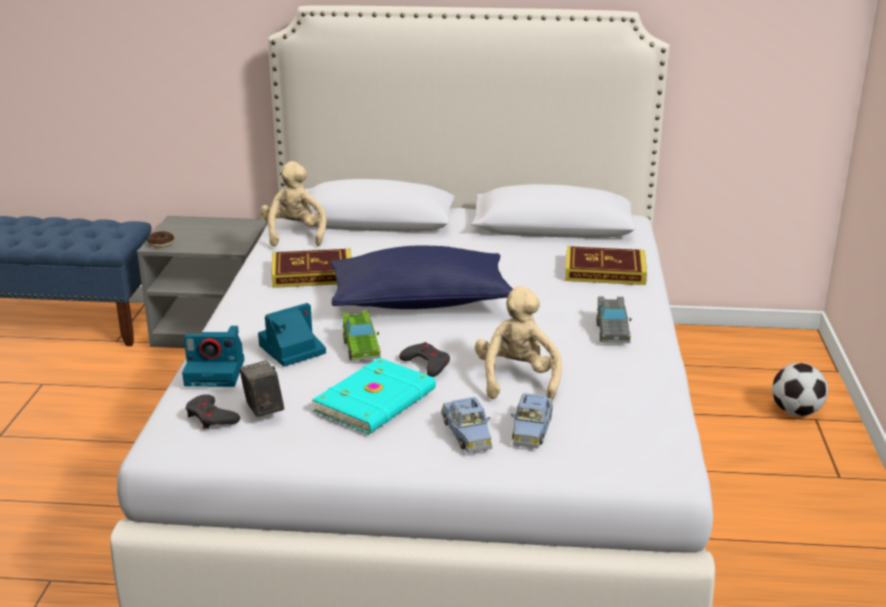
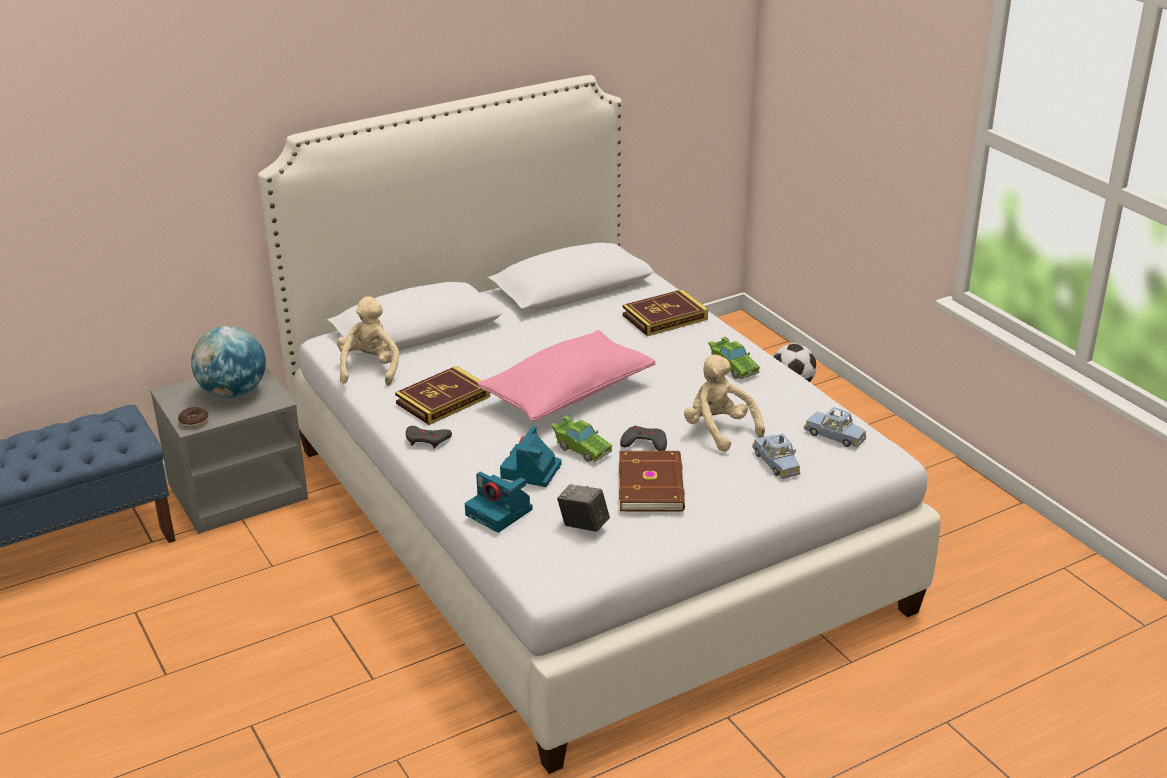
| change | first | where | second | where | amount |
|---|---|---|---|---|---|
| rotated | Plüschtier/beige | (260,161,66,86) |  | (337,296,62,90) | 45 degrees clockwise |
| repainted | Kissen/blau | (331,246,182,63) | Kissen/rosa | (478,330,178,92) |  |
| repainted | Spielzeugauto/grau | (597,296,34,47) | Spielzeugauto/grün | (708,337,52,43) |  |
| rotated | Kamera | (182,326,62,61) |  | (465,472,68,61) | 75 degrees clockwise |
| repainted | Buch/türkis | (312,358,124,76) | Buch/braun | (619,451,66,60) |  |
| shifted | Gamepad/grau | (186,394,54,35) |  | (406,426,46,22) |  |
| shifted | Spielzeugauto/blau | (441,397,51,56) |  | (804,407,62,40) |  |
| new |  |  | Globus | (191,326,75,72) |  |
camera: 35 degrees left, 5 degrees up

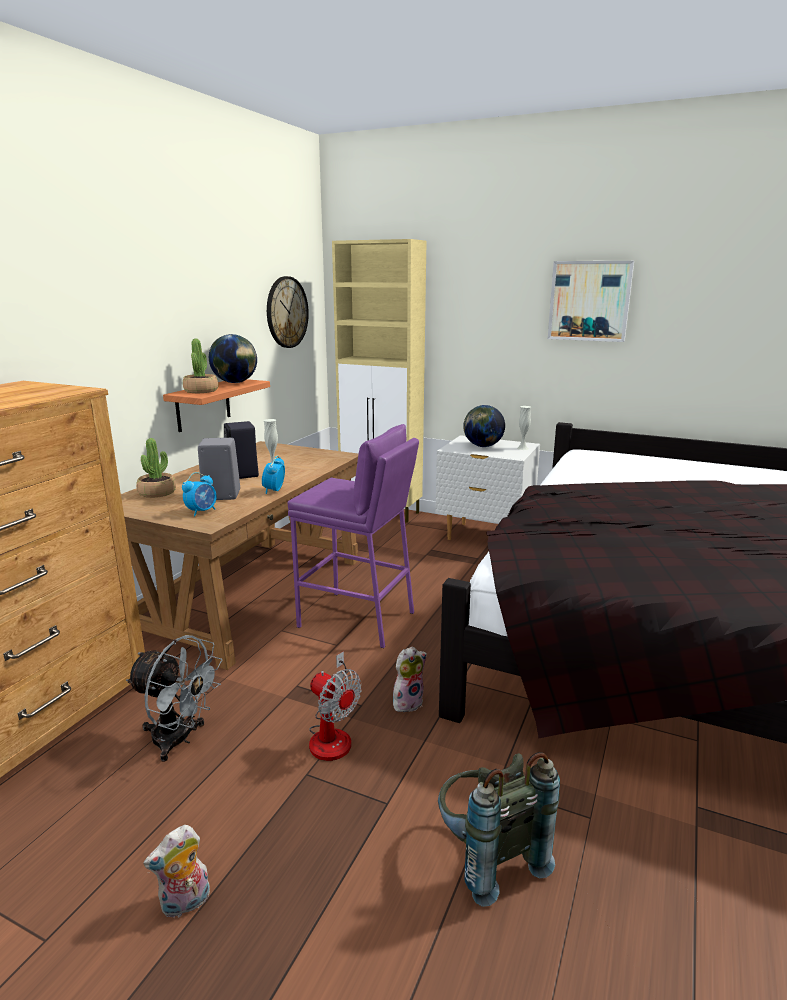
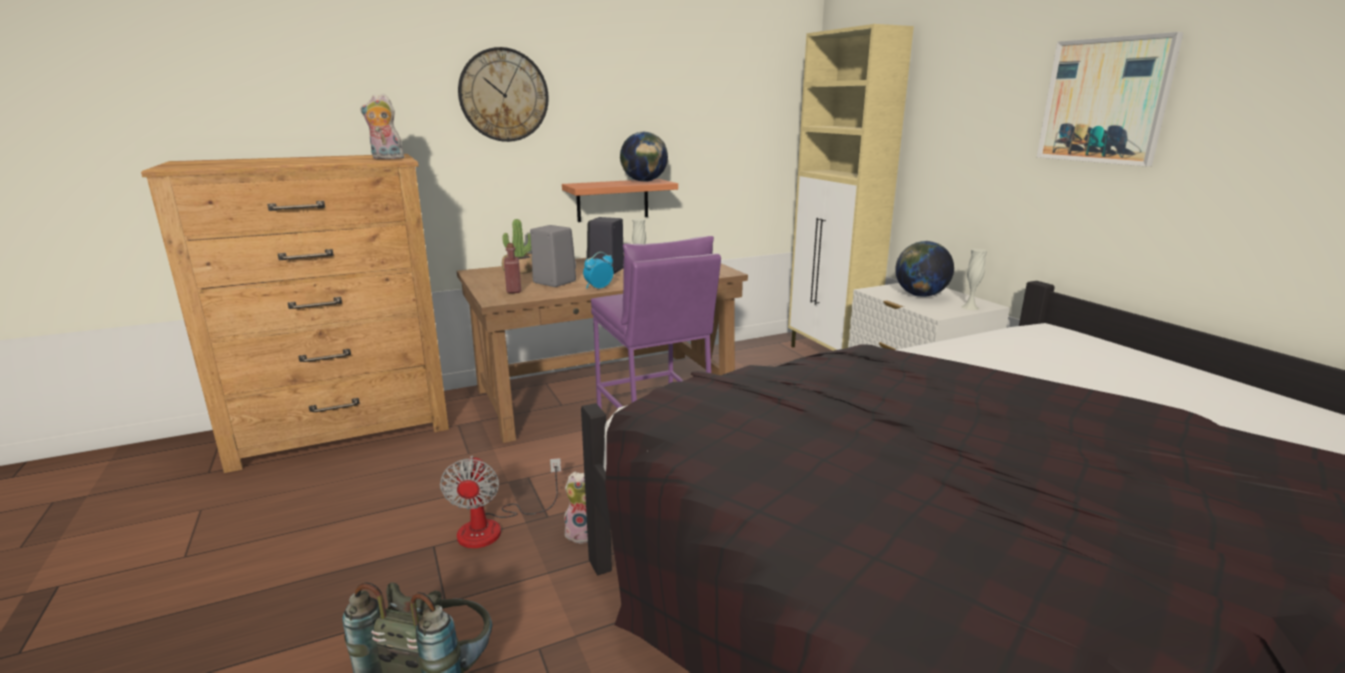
| change | first | where | second | where | amount |
|---|---|---|---|---|---|
| shifted | Wanduhr | (267,276,42,72) |  | (458,47,91,95) |  |
| gone | Topfpflanze | (183,339,35,54) |  |  |  |
| swapped | Wecker | (182,472,35,45) | Flasche/rot | (504,243,17,50) |  |
| gone | Ventilator/grau | (126,635,97,127) |  |  |  |
| shifted | Plüschtier | (143,825,67,93) |  | (360,94,44,65) |  |
camera: 40 degrees right, 0 degrees up

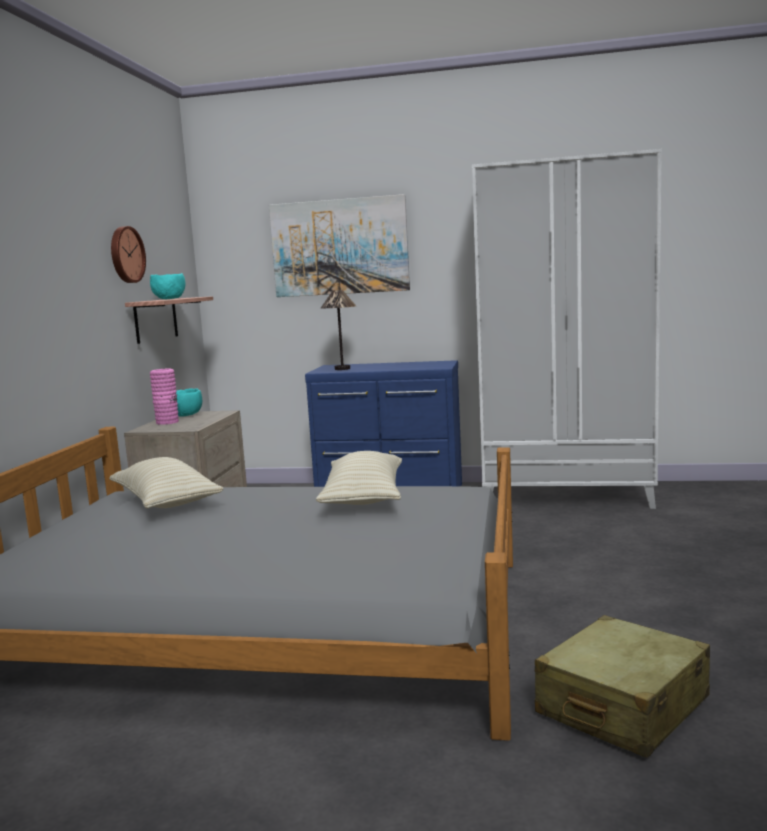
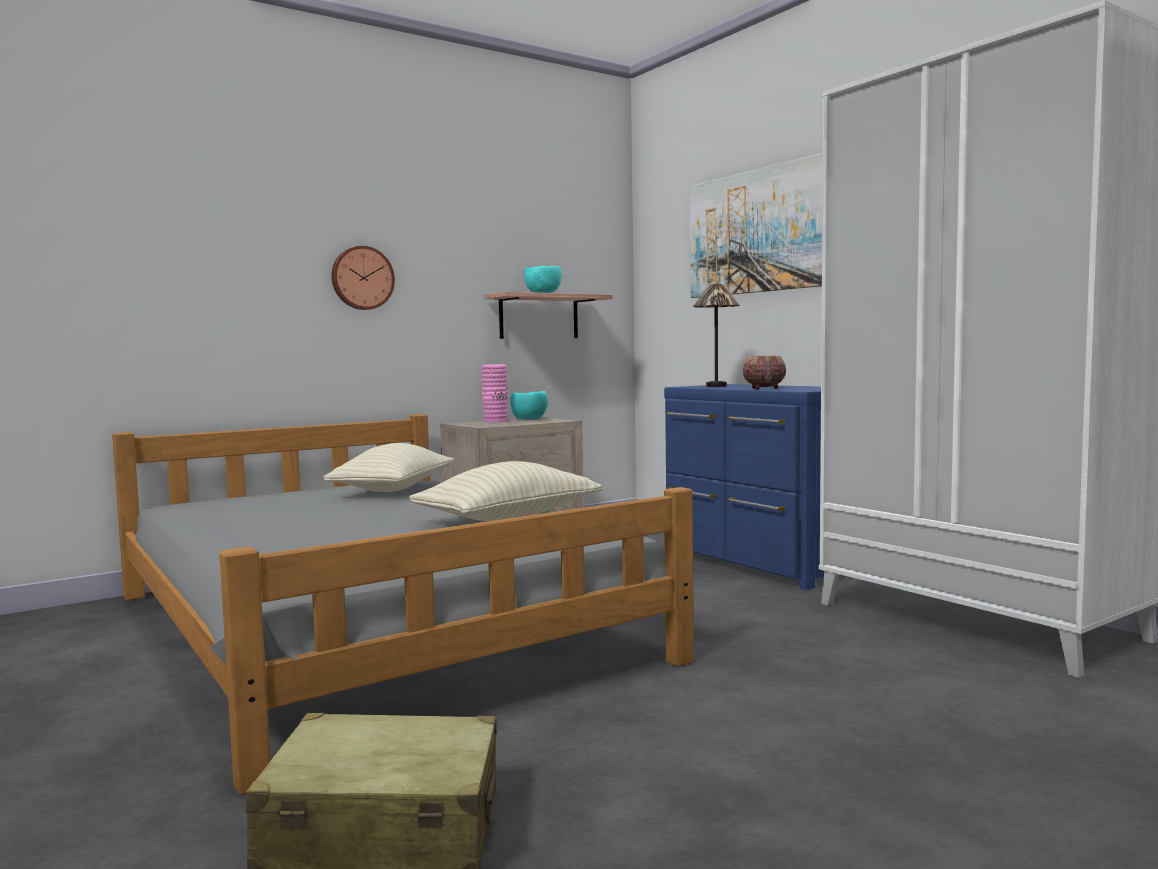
| change | first | where | second | where | amount |
|---|---|---|---|---|---|
| shifted | Wanduhr | (111,226,35,57) |  | (331,246,64,64) |  |
| new |  |  | Schüssel | (743,356,43,33) |  |
camera: 45 degrees right, 5 degrees down

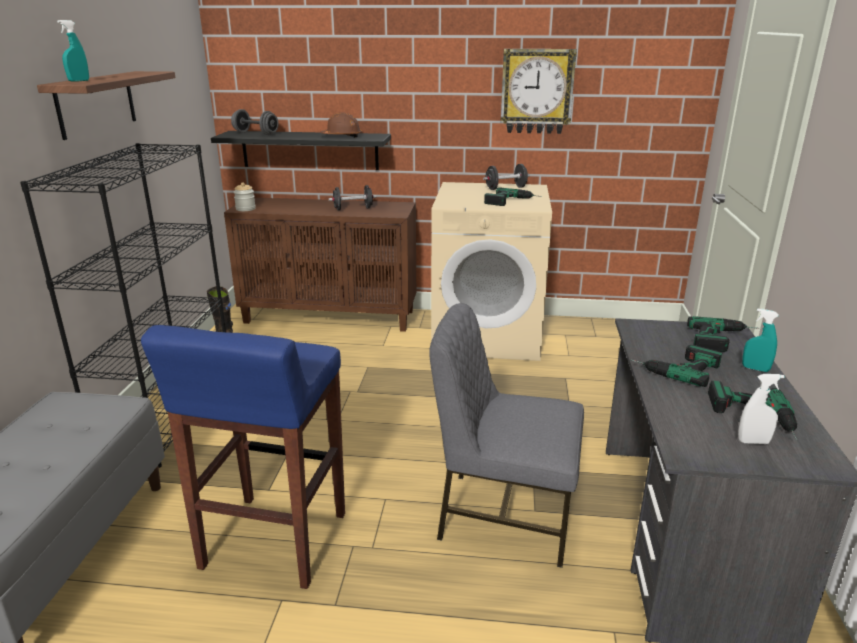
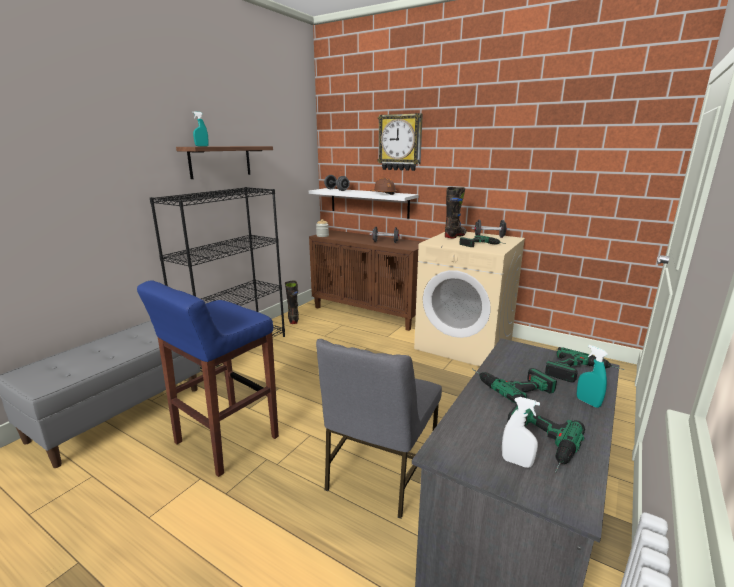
| change | first | where | second | where | amount |
|---|---|---|---|---|---|
| shifted | Wanduhr | (501,49,76,85) |  | (377,113,46,58) |  |
| repainted | Wandregal/schwarz | (211,131,180,39) | Wandregal/weiß | (309,188,110,31) |  |
| rotated | Stuhl/grau | (429,303,155,265) |  | (316,339,126,180) | 105 degrees counterclockwise |
| new |  |  | Stiefel/schwarz | (445,187,21,52) |  |
camera: 25 degrees right, 5 degrees down

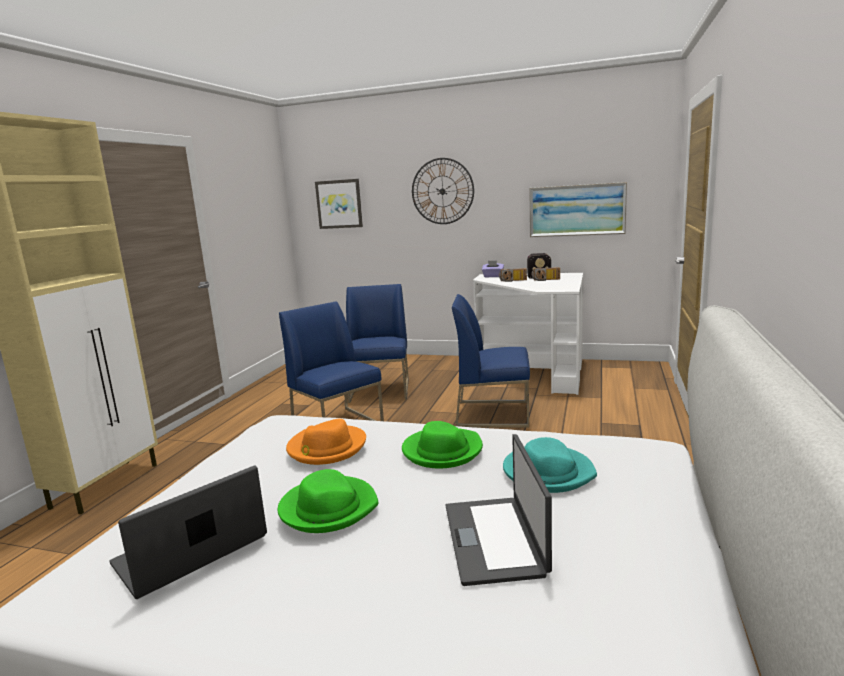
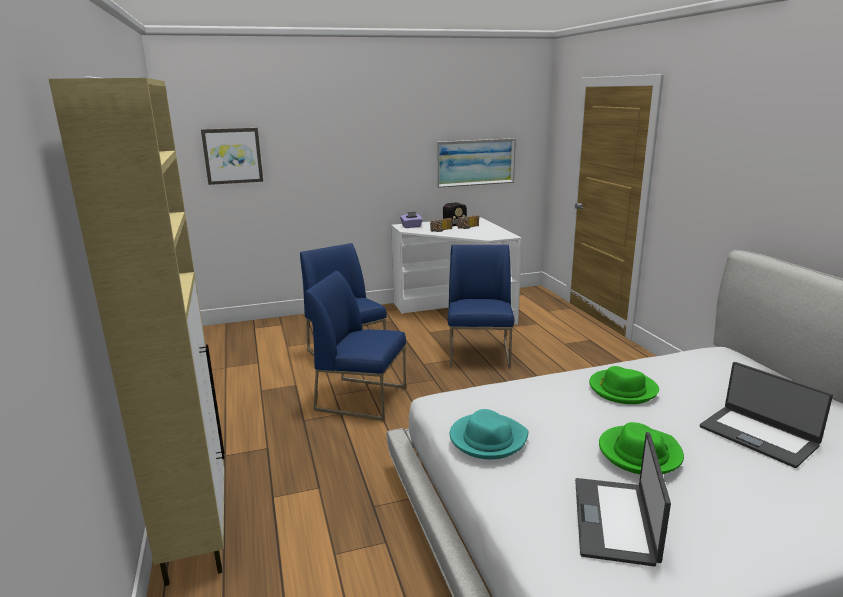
| change | first | where | second | where | amount |
|---|---|---|---|---|---|
| gone | Wanduhr | (412,158,62,66) |  |  |  |
| rotated | Stuhl/blau | (452,294,78,134) |  | (448,245,66,123) | 120 degrees clockwise |
| gone | Hut/orange | (286,419,80,46) |  |  |  |
| shifted | Hut/türkis | (503,437,94,56) |  | (450,409,79,50) |  |
camera: 35 degrees left, 5 degrees up

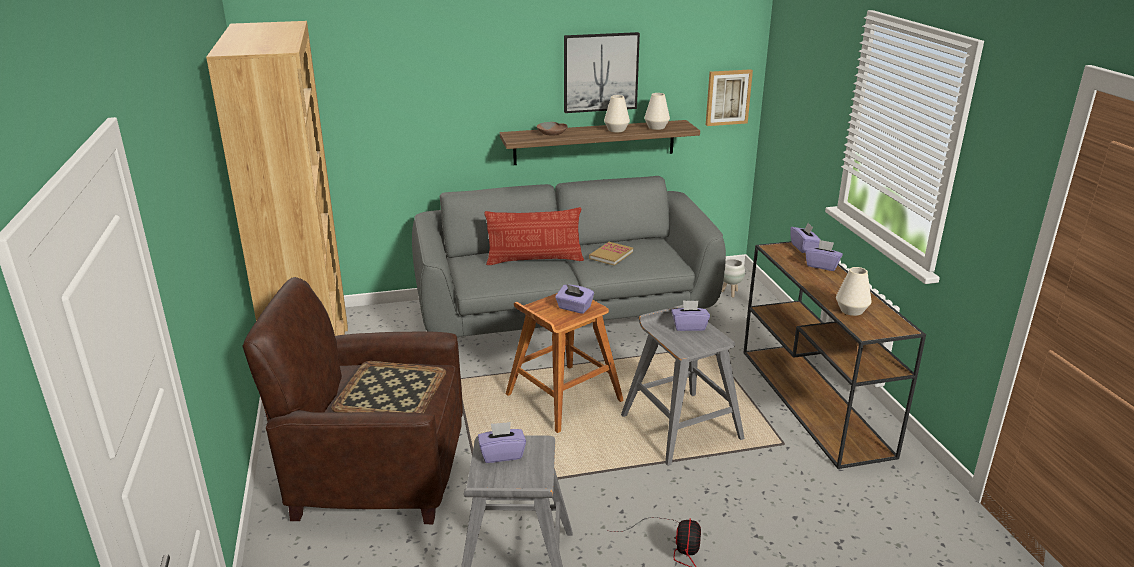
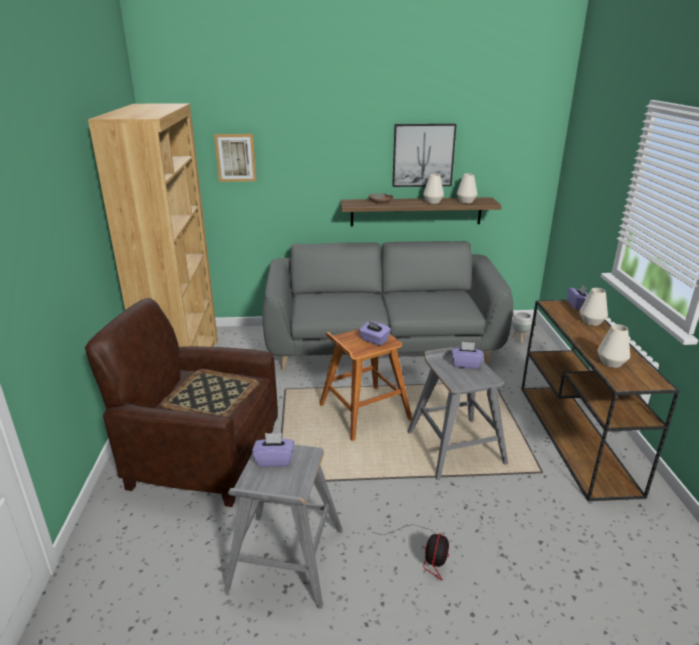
| change | first | where | second | where | amount |
|---|---|---|---|---|---|
| shifted | Bild | (706,69,47,57) |  | (214,134,43,48) |  |
| gone | Kissen | (484,207,100,58) |  |  |  |
| swapped | Taschentuchbox/lila | (805,240,38,31) | Vase/weiß | (580,288,28,38) |  |
| gone | Buch | (589,242,44,24) |  |  |  |
camera: 10 degrees right, 0 degrees up

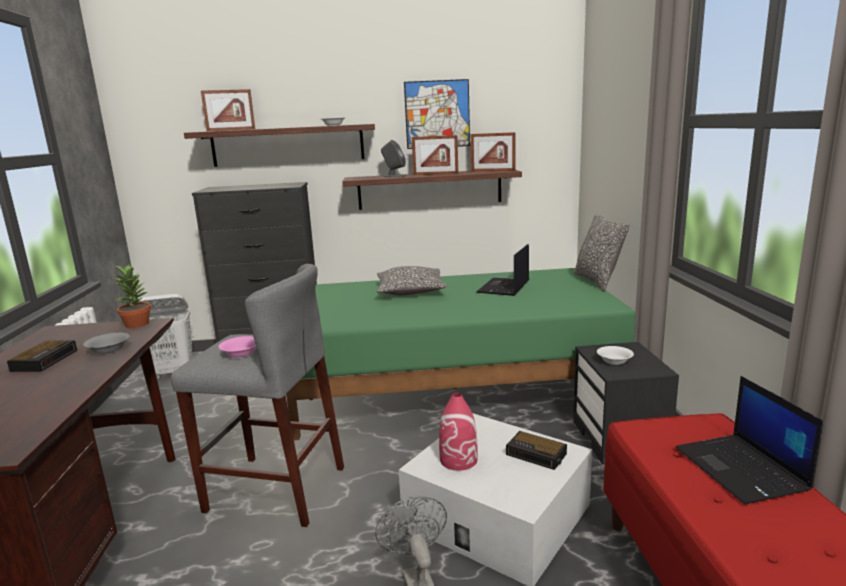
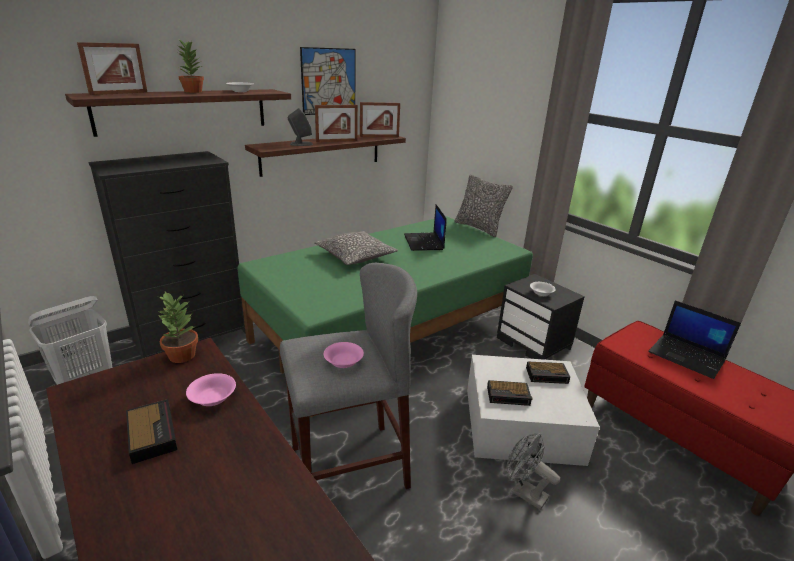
| change | first | where | second | where | amount |
|---|---|---|---|---|---|
| repainted | Schüssel/grau | (83,333,46,21) | Schüssel/rosa | (186,373,50,33) |  |
| swapped | Vase/rot | (439,393,39,78) | Wecker | (487,380,45,26) |  |
| new |  |  | Topfpflanze | (178,40,26,53) |  |
camera: 35 degrees left, 10 degrees up

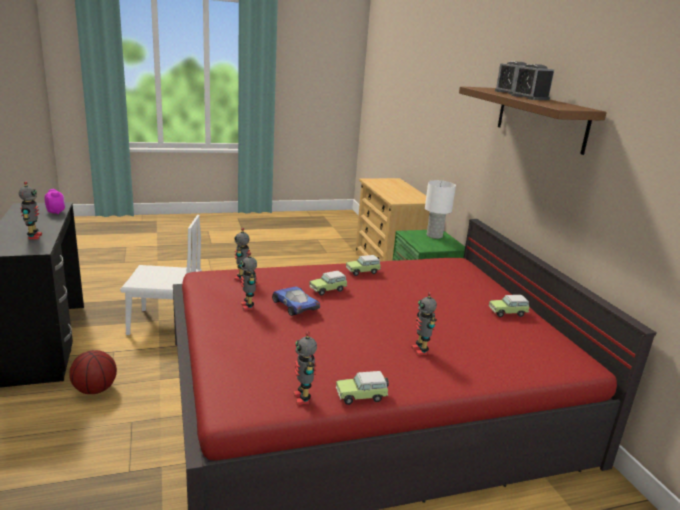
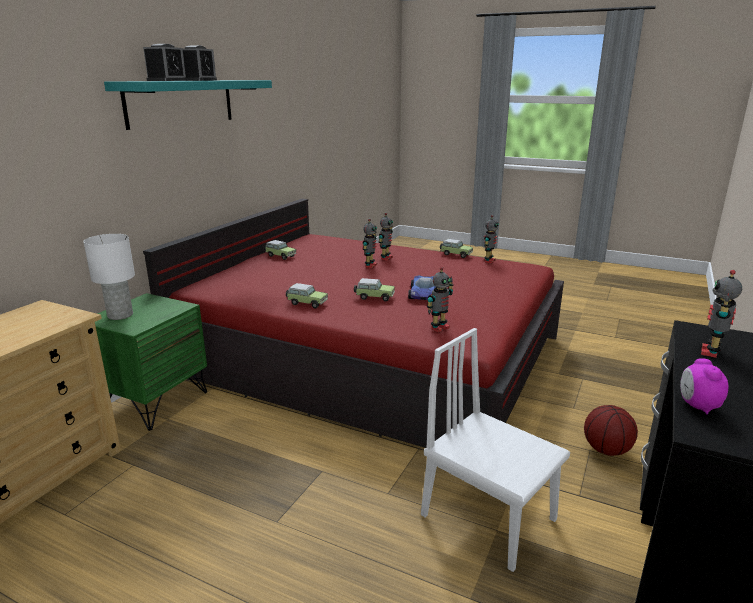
| change | first | where | second | where | amount |
|---|---|---|---|---|---|
| repainted | Wandregal/braun | (459,86,148,69) | Wandregal/türkis | (104,80,168,50) |  |
| shifted | Spielzeugroboter | (241,252,16,59) |  | (363,219,14,49) |  |
camera: 135 degrees left, 0 degrees up

